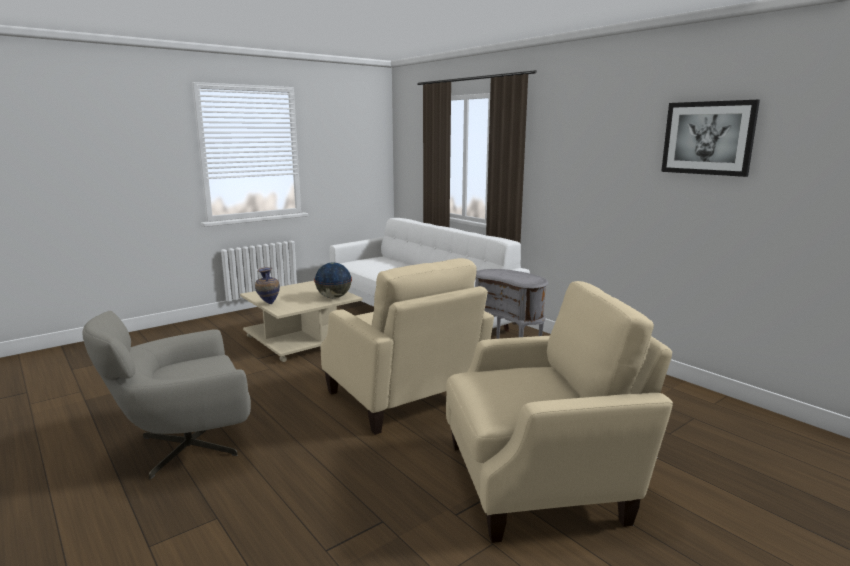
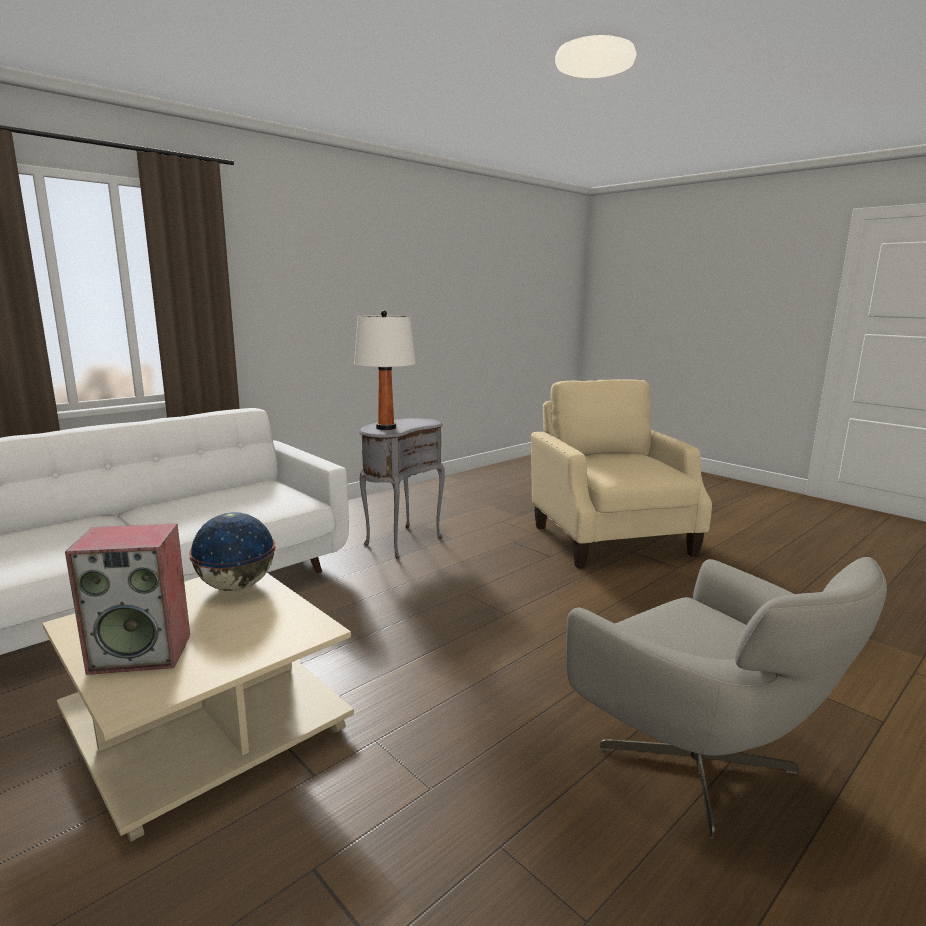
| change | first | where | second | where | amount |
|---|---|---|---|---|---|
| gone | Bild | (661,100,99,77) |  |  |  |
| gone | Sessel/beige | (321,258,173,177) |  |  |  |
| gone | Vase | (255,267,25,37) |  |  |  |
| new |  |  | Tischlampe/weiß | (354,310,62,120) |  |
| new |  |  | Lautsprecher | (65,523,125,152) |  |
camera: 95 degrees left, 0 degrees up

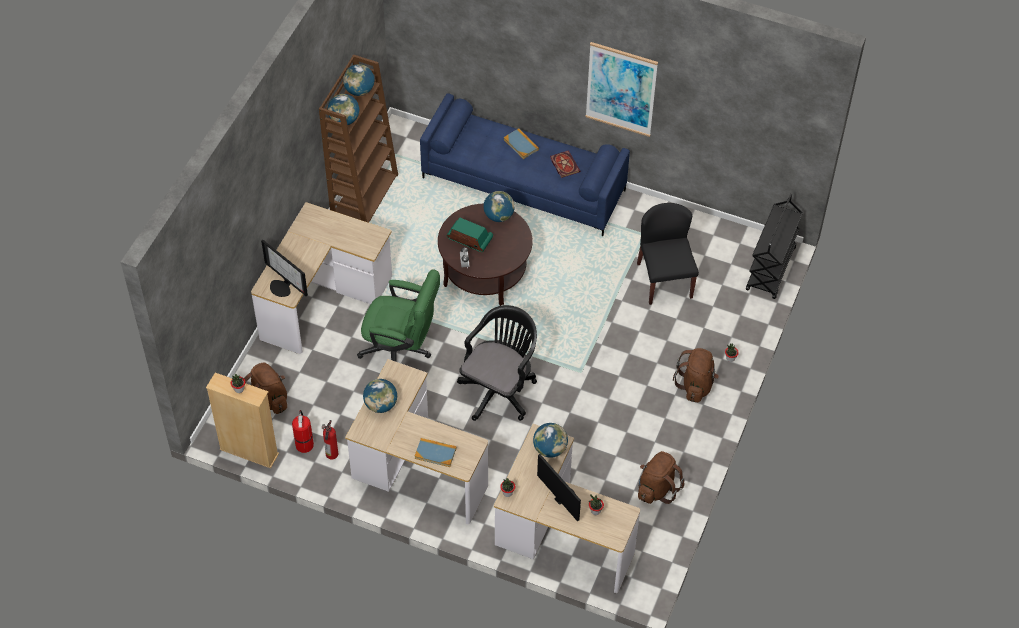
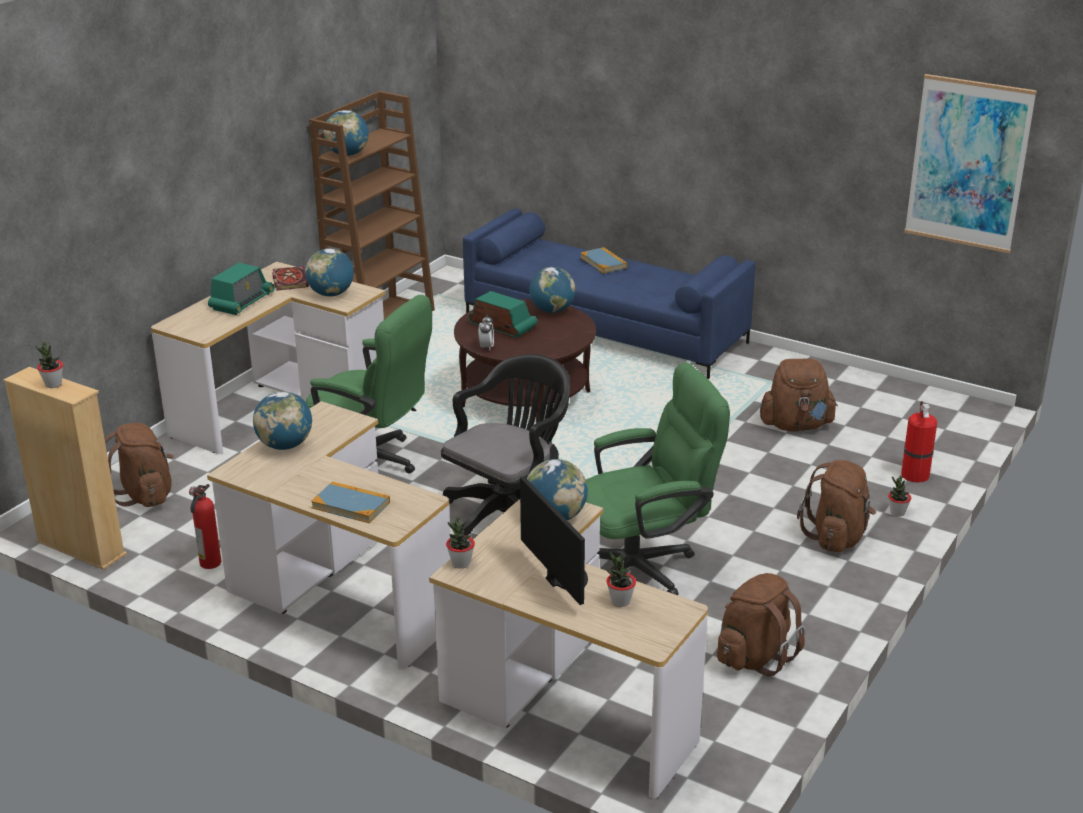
| change | first | where | second | where | amount |
|---|---|---|---|---|---|
| shifted | Bild | (585,42,73,95) |  | (904,74,133,179) |  |
| shifted | Globus | (343,64,31,32) |  | (305,249,49,48) |  |
| shifted | Buch | (550,150,30,28) |  | (272,266,37,25) |  |
| gone | Rollwagen/schwarz | (746,194,57,105) |  |  |  |
| swapped | Stuhl/schwarz | (637,203,62,102) | Rucksack/braun | (760,359,78,72) |  |
| gone | Monitor | (261,240,47,57) |  |  |  |
| shifted | Feuerlöscher | (292,410,22,43) |  | (901,401,36,82) |  |
| new |  |  | Radio | (208,263,67,52) |  |
| new |  |  | Bürostuhl/grün | (586,363,144,232) |  |
camera: 10 degrees right, 25 degrees down

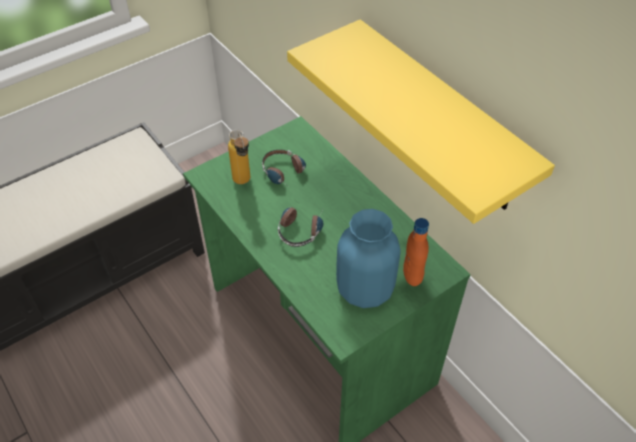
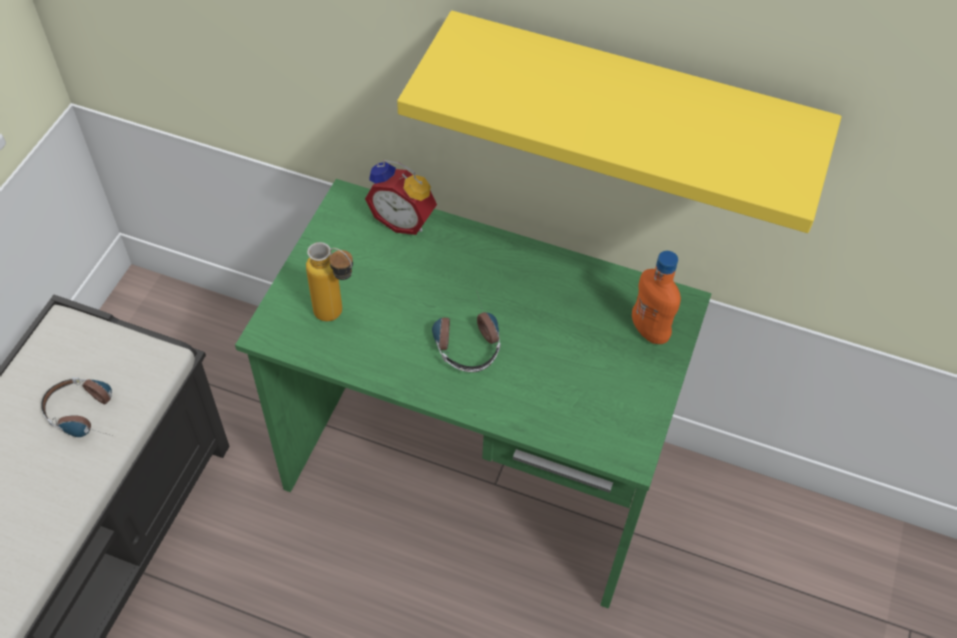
| change | first | where | second | where | amount |
|---|---|---|---|---|---|
| shifted | Kopfhörer | (262,150,44,39) |  | (41,377,71,60) |  |
| gone | Vase/blau | (336,209,65,99) |  |  |  |
| new |  |  | Wecker | (365,160,72,75) |  |
camera: 35 degrees left, 5 degrees up

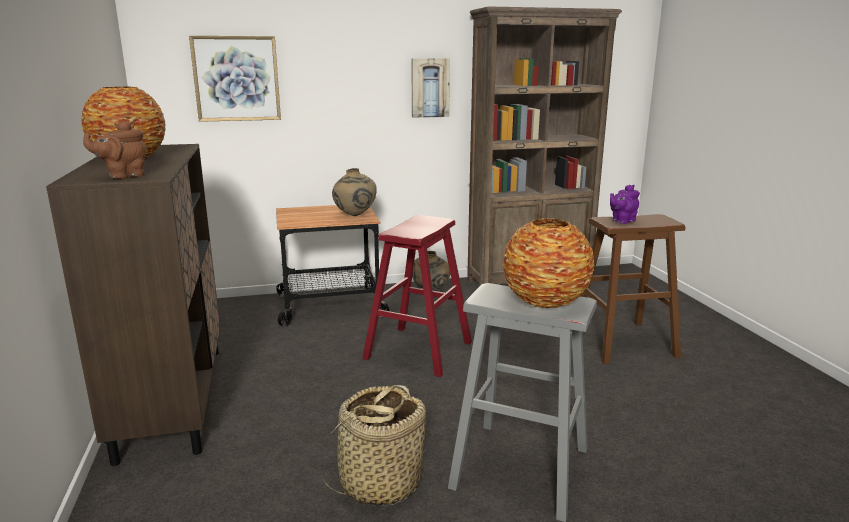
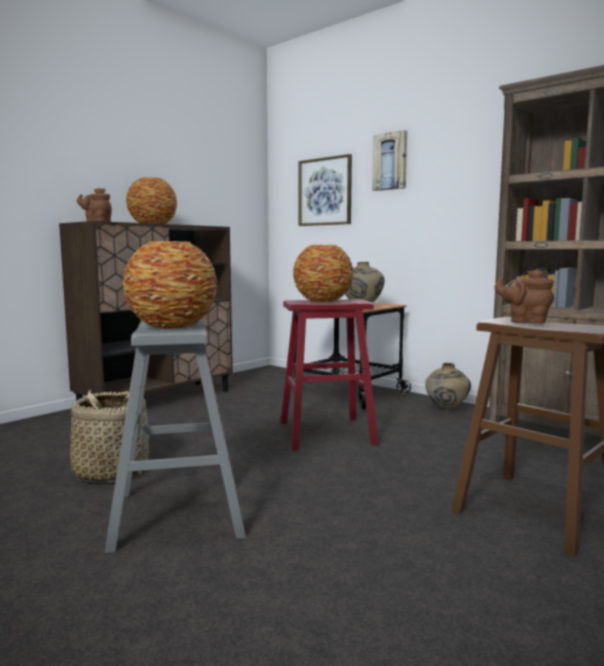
| change | first | where | second | where | amount |
|---|---|---|---|---|---|
| shifted | Bild | (411,58,39,60) |  | (372,130,35,61) |  |
| repainted | Teekanne/lila | (610,185,30,39) | Teekanne/braun | (494,269,60,55) |  |
| new |  |  | Vase | (293,245,60,57) |  |
camera: 55 degrees right, 10 degrees down

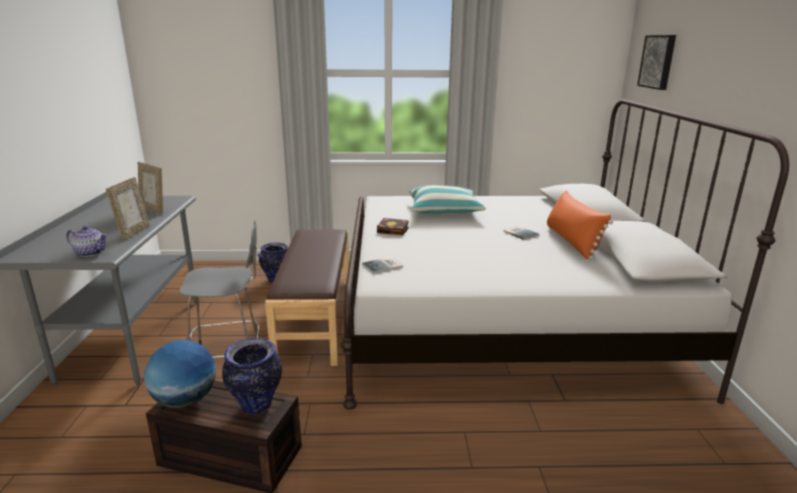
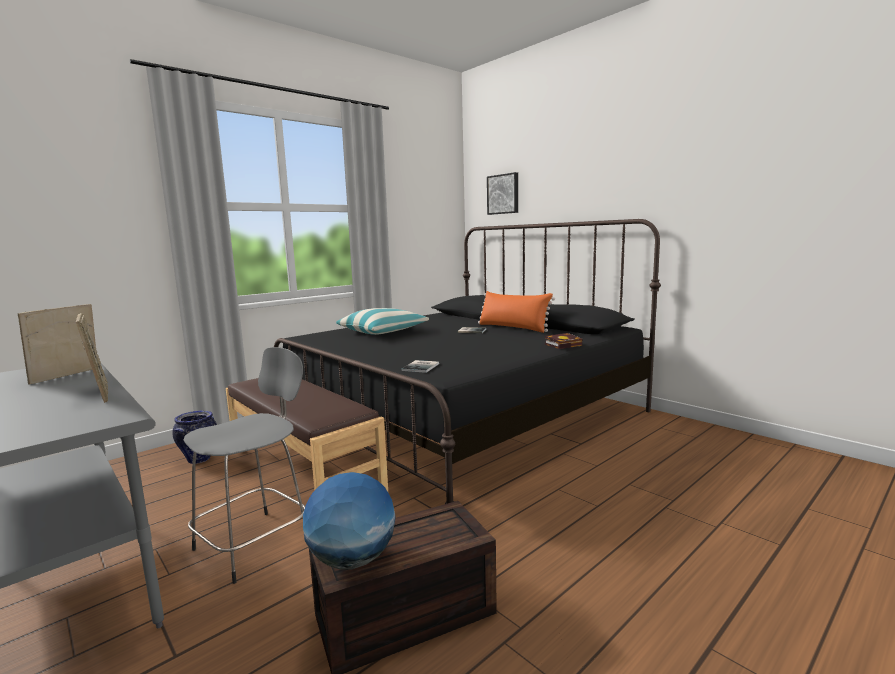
| change | first | where | second | where | amount |
|---|---|---|---|---|---|
| repainted | Bett/weiß | (341,99,448,310) | Bett/schwarz | (274,219,387,285) |  |
| rotated | Bilderrahmen | (137,162,26,53) |  | (18,304,78,81) | 120 degrees clockwise |
| shifted | Buch | (377,218,32,18) |  | (545,333,37,16) |  |
| gone | Teekanne | (66,226,42,31) |  |  |  |
| gone | Vase | (222,338,60,76) |  |  |  |
camera: 40 degrees left, 10 degrees down

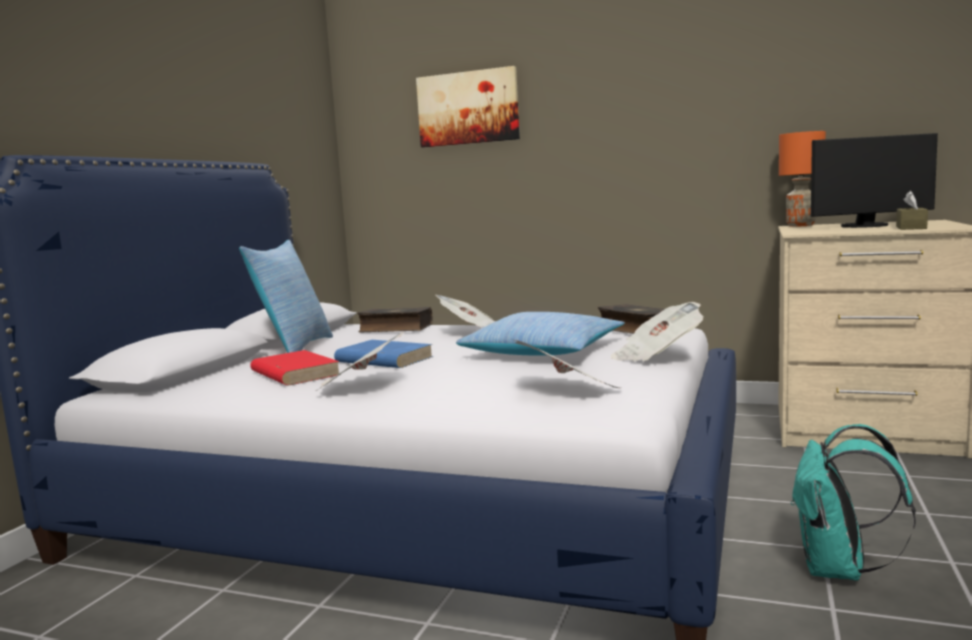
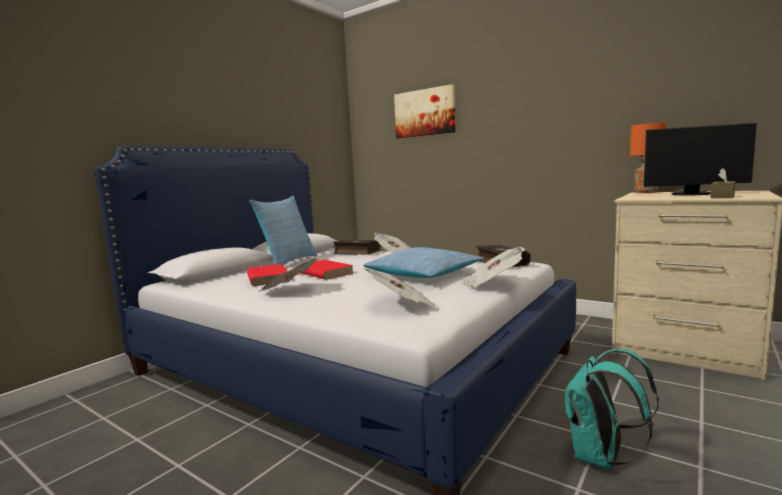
| change | first | where | second | where | amount |
|---|---|---|---|---|---|
| repainted | Buch/blau | (334,340,99,28) | Buch/rot | (301,260,53,20) |  |
camera: 15 degrees right, 0 degrees up

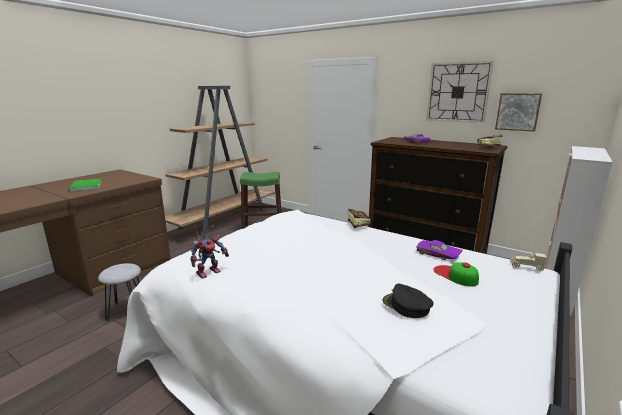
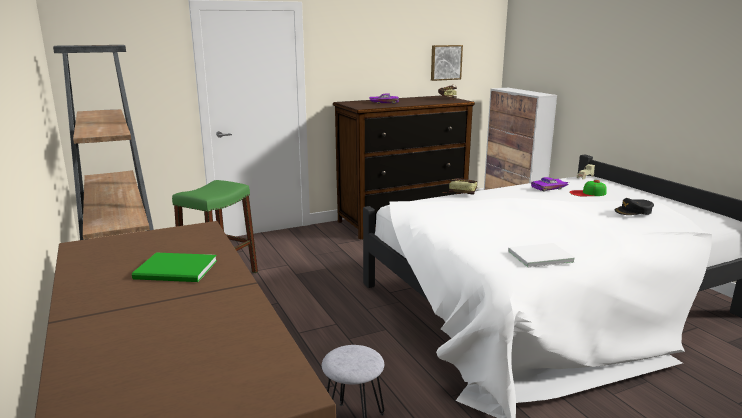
| change | first | where | second | where | amount |
|---|---|---|---|---|---|
| gone | Wanduhr | (426,61,68,62) |  |  |  |
| swapped | Spielzeugroboter | (190,225,39,54) | Buch/weiß | (508,243,67,25) |  |
camera: 60 degrees left, 0 degrees up

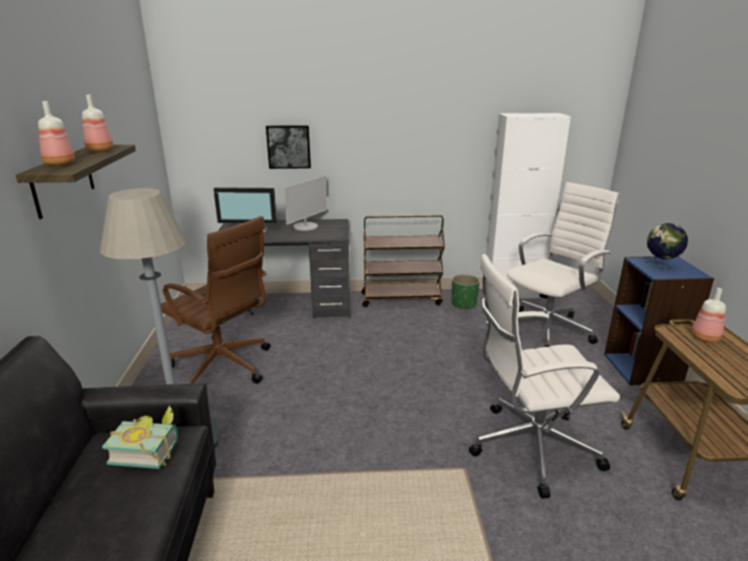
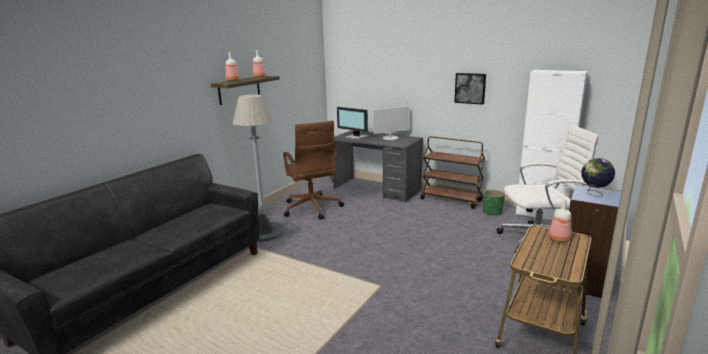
| change | first | where | second | where | amount |
|---|---|---|---|---|---|
| shifted | Bild | (266,125,45,44) |  | (454,73,32,32) |  |
| gone | Bürostuhl/weiß | (469,254,151,245) |  |  |  |
| gone | Buch | (102,406,76,63) |  |  |  |
camera: 35 degrees right, 5 degrees down

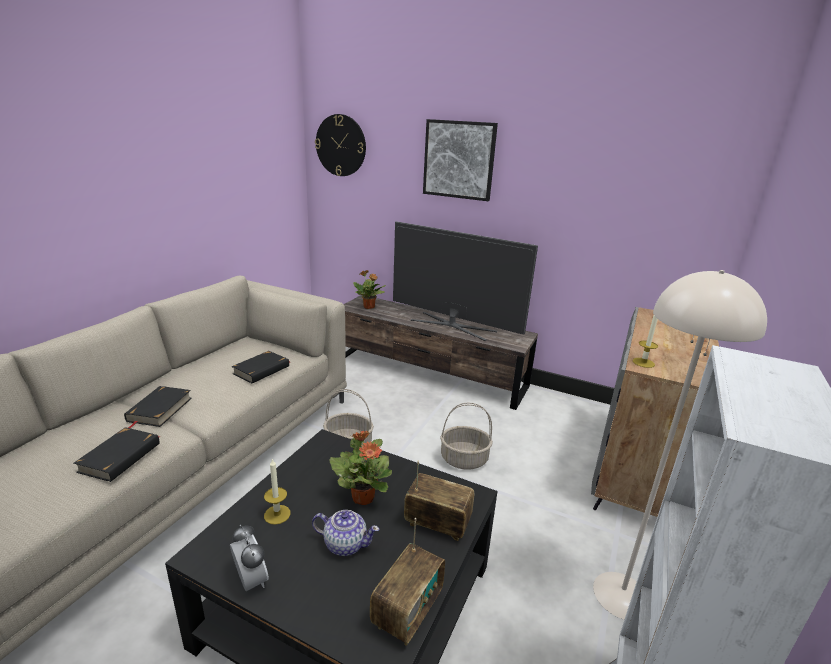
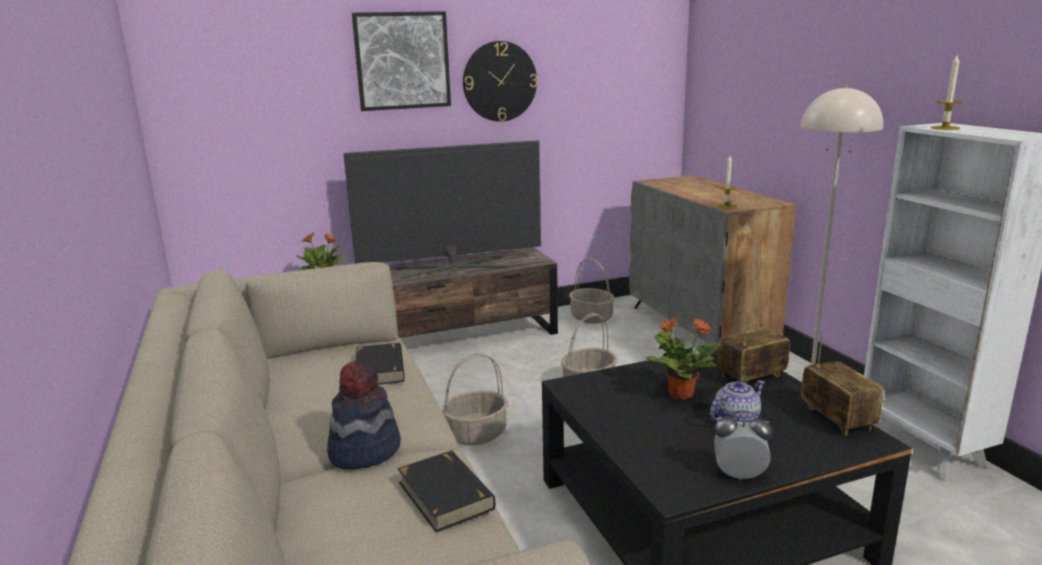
| change | first | where | second | where | amount |
|---|---|---|---|---|---|
| shifted | Wanduhr | (315,114,51,62) |  | (463,41,74,81) |  |
| swapped | Buch/schwarz | (124,386,68,42) | Hut | (327,360,74,110) |  |
| shifted | Kerze | (264,458,27,67) |  | (930,55,32,75) |  |
| new |  |  | Korb | (569,258,46,66) |  |
camera: 45 degrees left, 5 degrees down

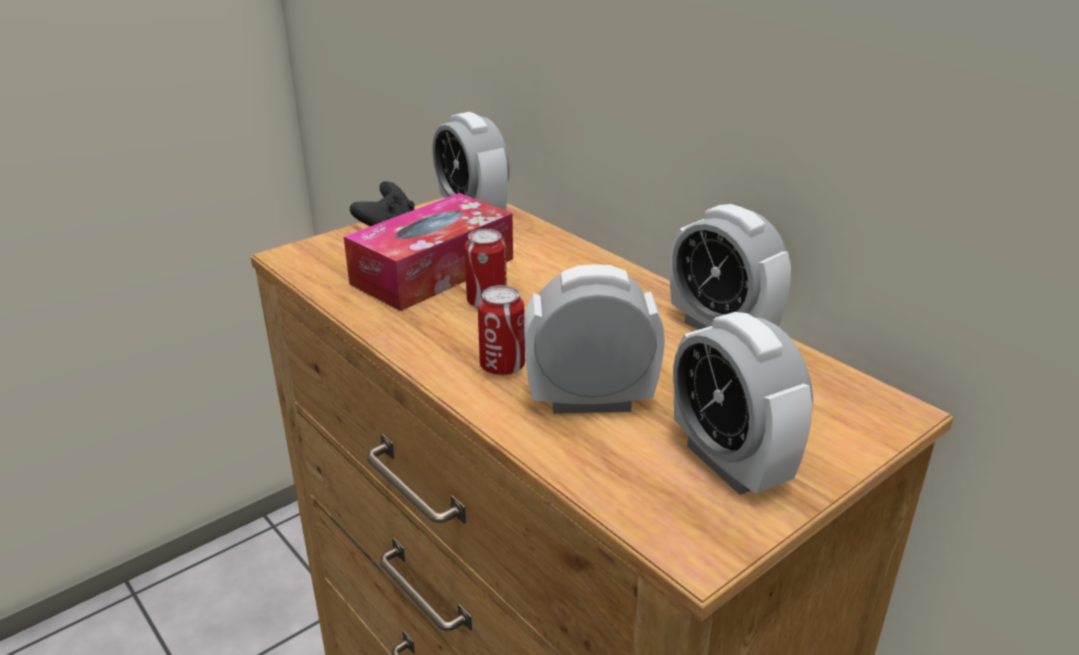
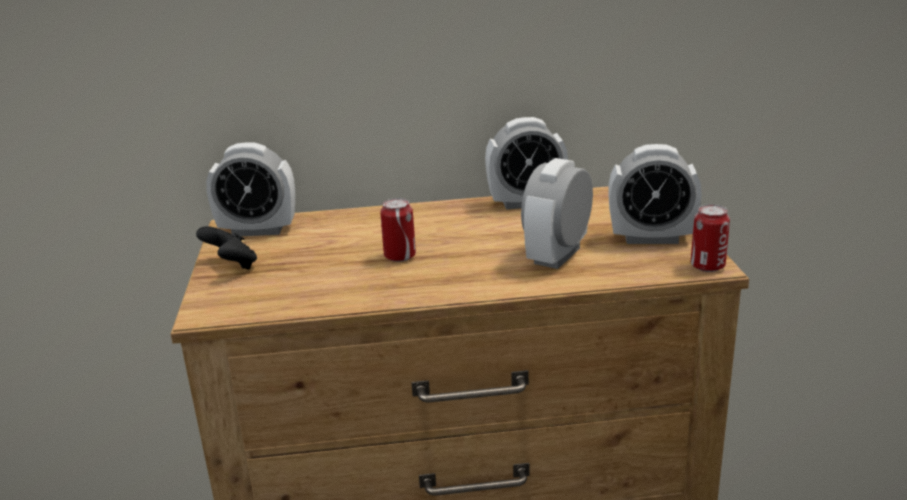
| change | first | where | second | where | amount |
|---|---|---|---|---|---|
| gone | Taschentuchbox | (344,193,169,118) |  |  |  |
| shifted | Dose | (478,285,47,91) |  | (691,204,39,68) |  |
camera: 55 degrees left, 5 degrees down

